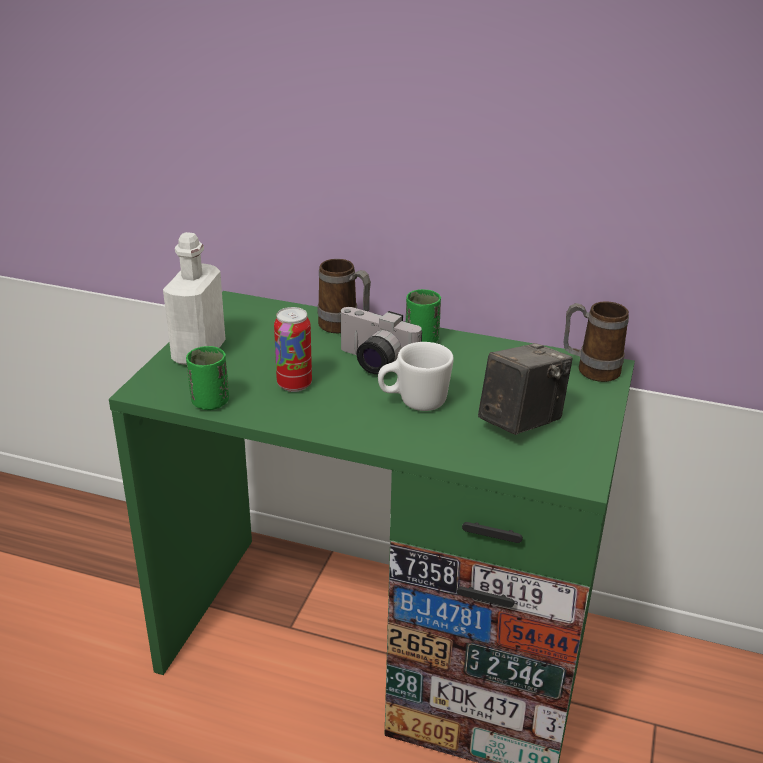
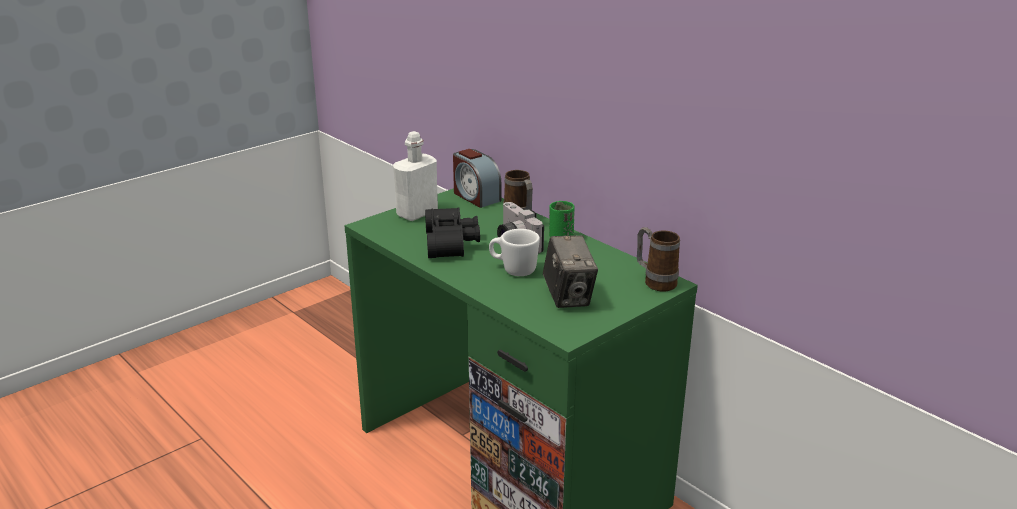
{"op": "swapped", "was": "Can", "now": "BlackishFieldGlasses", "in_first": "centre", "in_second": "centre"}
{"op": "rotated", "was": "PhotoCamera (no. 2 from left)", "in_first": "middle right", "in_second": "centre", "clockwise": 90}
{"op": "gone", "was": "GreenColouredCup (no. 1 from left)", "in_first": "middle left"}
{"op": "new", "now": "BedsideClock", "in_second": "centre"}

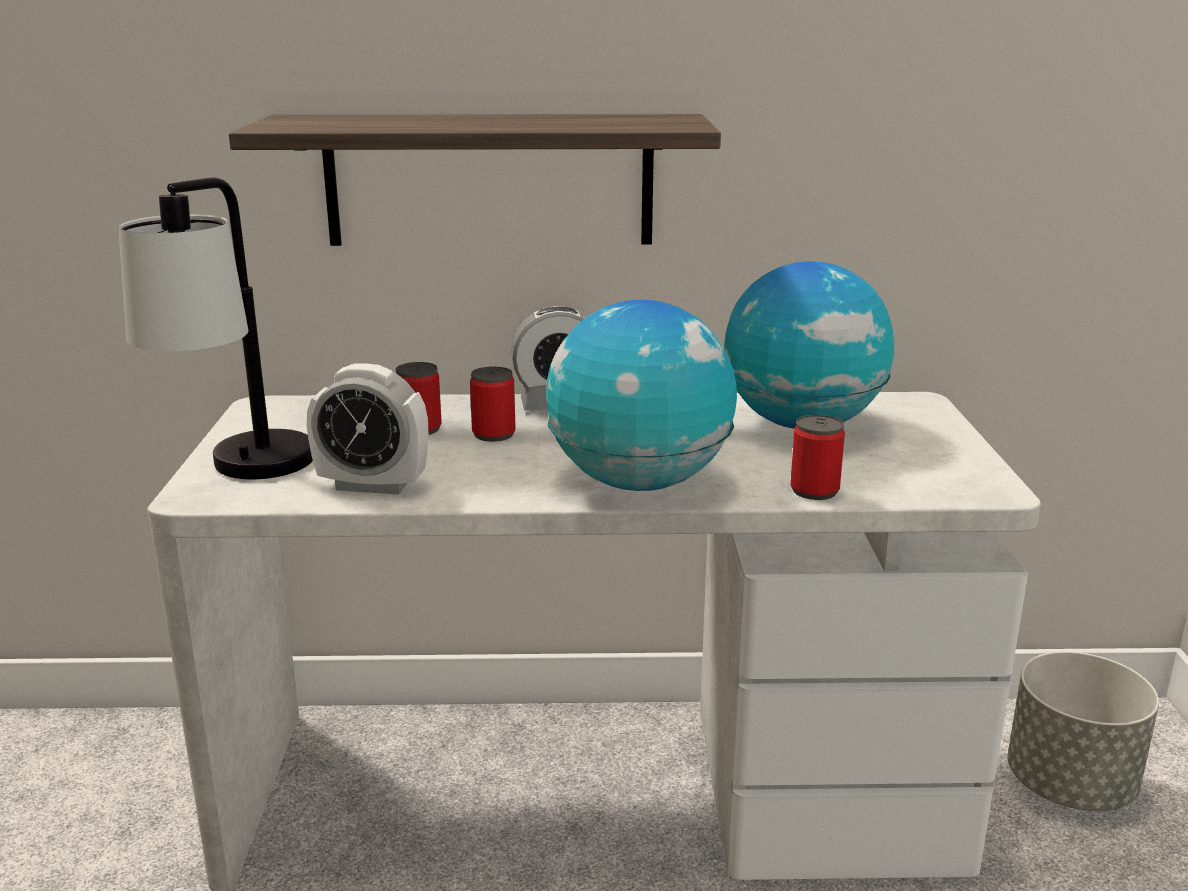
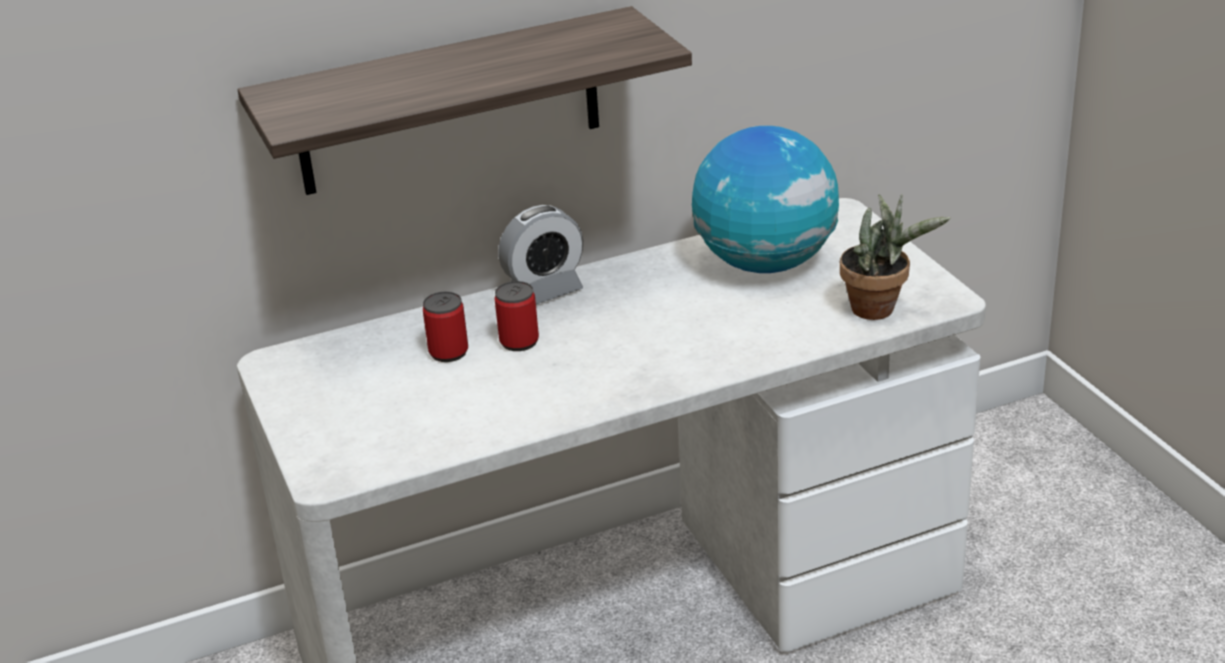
{"op": "gone", "was": "LampForATable", "in_first": "middle left"}
{"op": "gone", "was": "DeskGlobe (no. 1 from left)", "in_first": "centre"}
{"op": "gone", "was": "BedsideClock (no. 1 from left)", "in_first": "middle left"}
{"op": "gone", "was": "Can (no. 3 from left)", "in_first": "middle right"}
{"op": "gone", "was": "GreyishFlowerPot", "in_first": "bottom right"}
{"op": "new", "now": "Houseplant", "in_second": "middle right"}

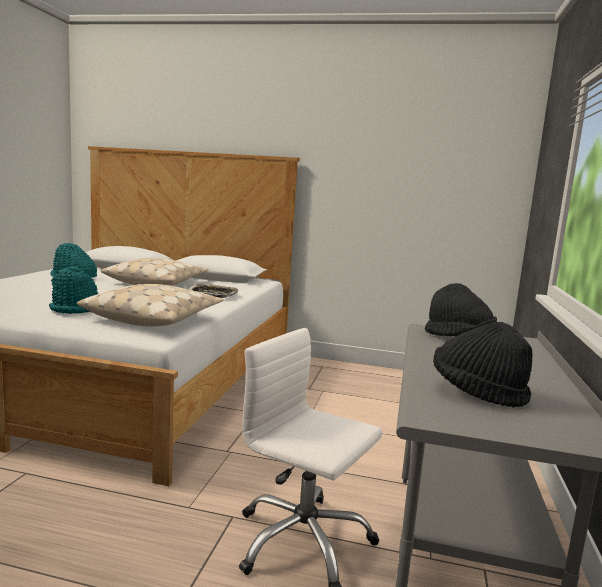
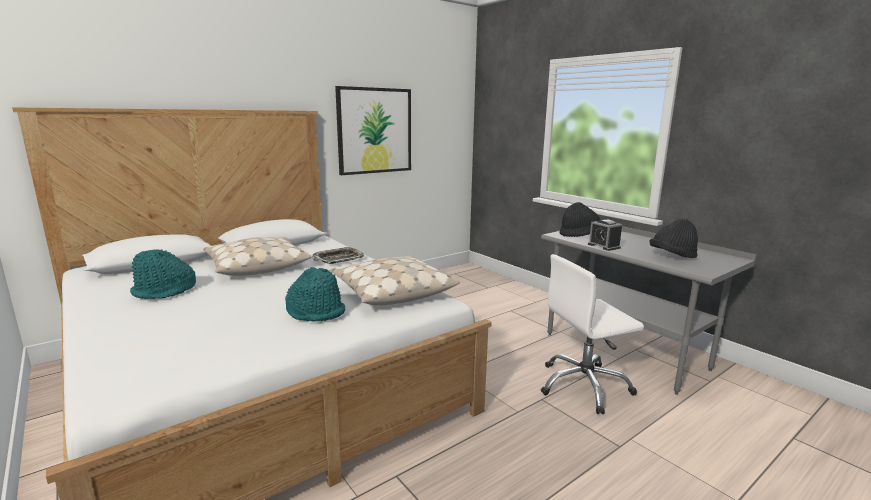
{"op": "new", "now": "WallPicture", "in_second": "top centre"}
{"op": "new", "now": "BedsideClock", "in_second": "middle right"}

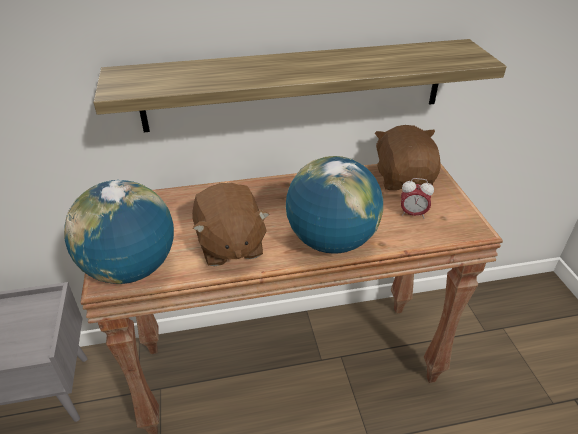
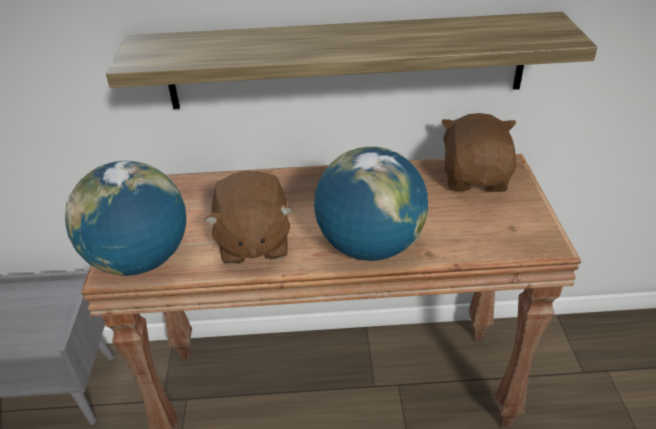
{"op": "gone", "was": "BedsideClock", "in_first": "middle right"}

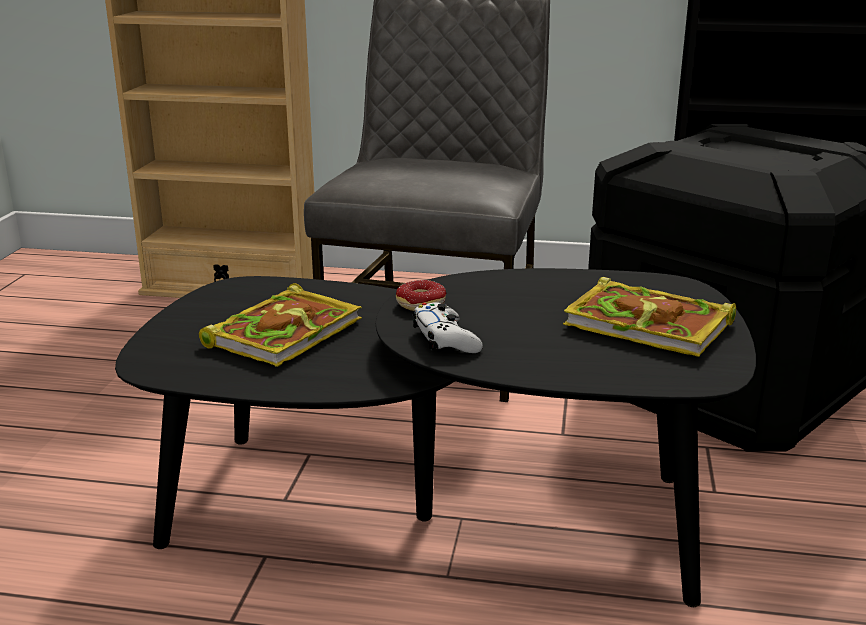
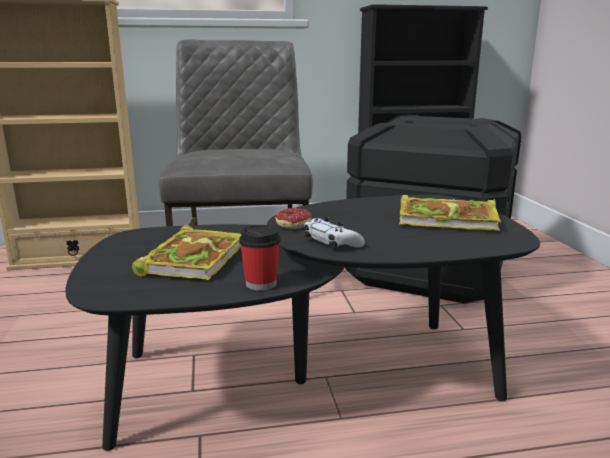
{"op": "new", "now": "Cup", "in_second": "centre"}

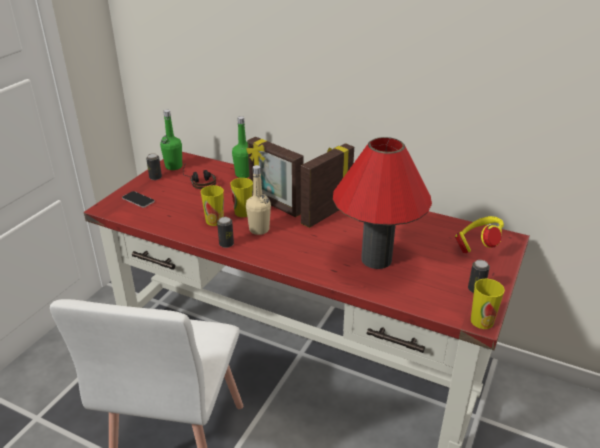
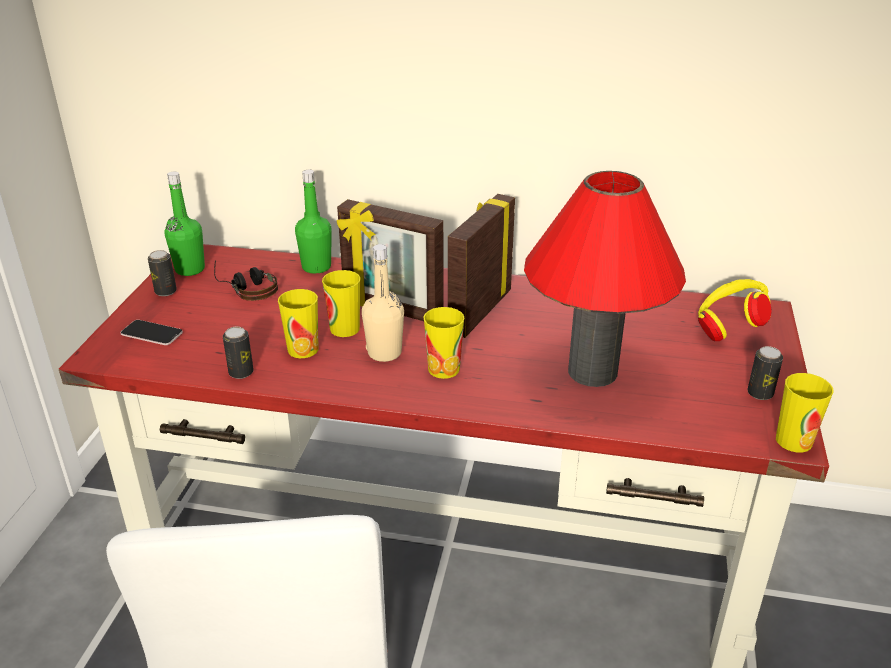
{"op": "shifted", "was": "Can (no. 2 from left)", "in_first": "centre", "in_second": "middle left"}
{"op": "new", "now": "Cup (no. 3 from left)", "in_second": "centre"}

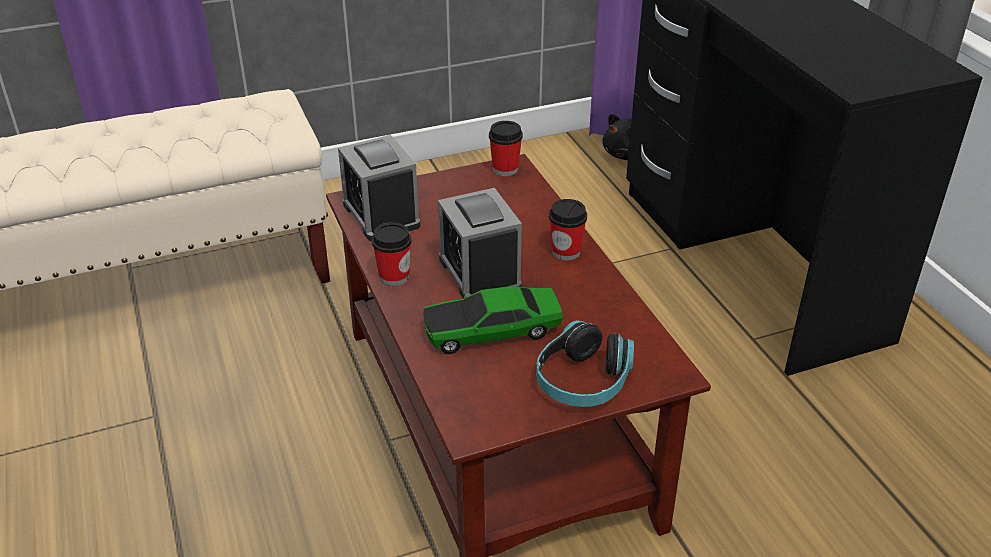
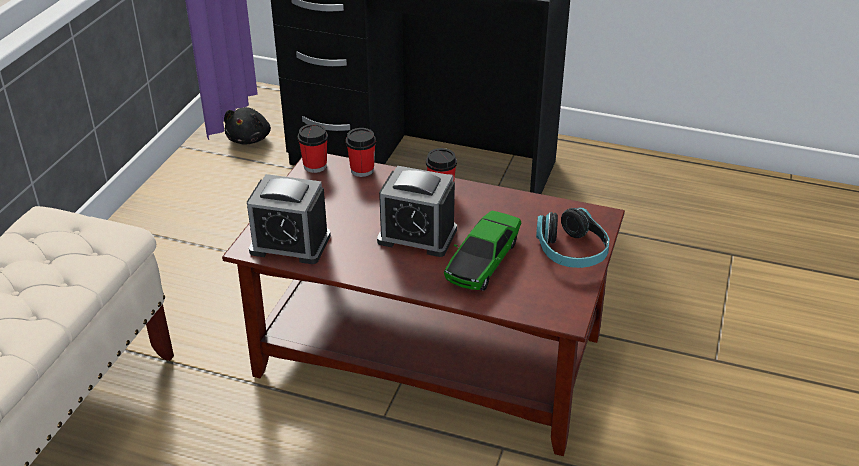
{"op": "shifted", "was": "Cup (no. 1 from left in the first image)", "now": "Cup (no. 2 from left)", "in_first": "centre", "in_second": "top centre"}

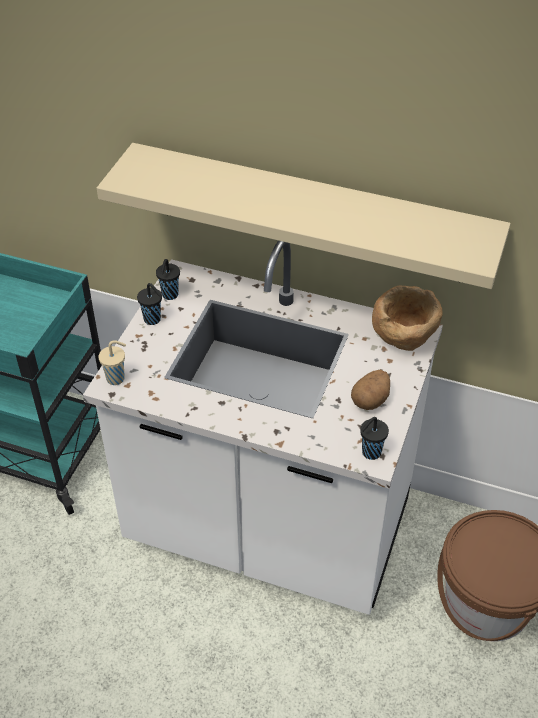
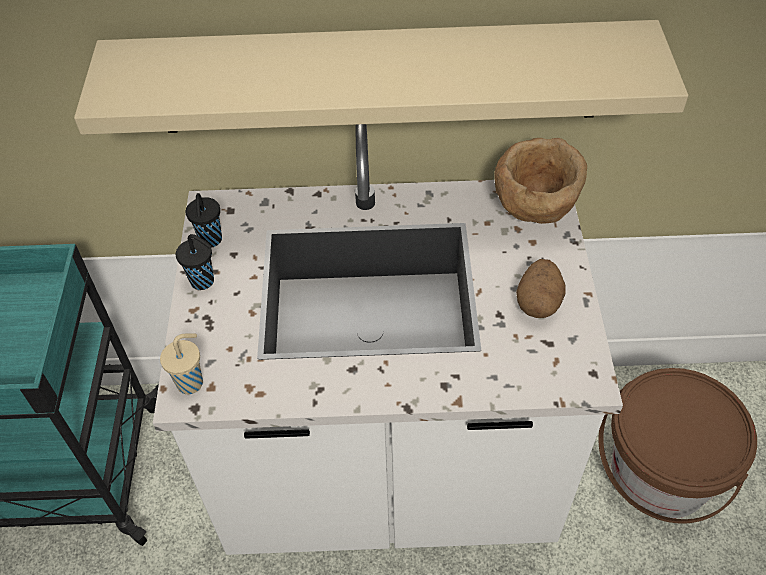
{"op": "gone", "was": "BlackishCup (no. 3 from left)", "in_first": "middle right"}

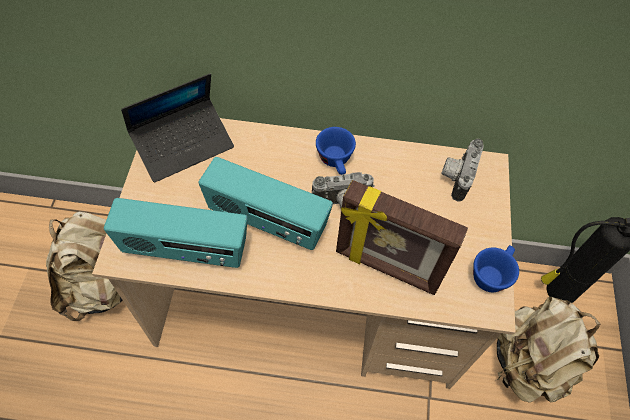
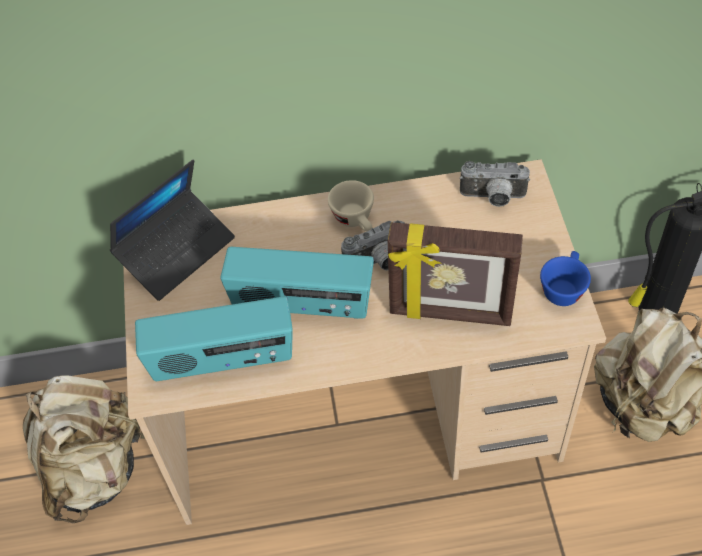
{"op": "repainted", "was": "BlueCup (no. 1 from left)", "now": "BeigeColouredCup", "in_first": "centre", "in_second": "centre"}
{"op": "rotated", "was": "PhotoCamera (no. 2 from left)", "in_first": "middle right", "in_second": "top right", "clockwise": -90}

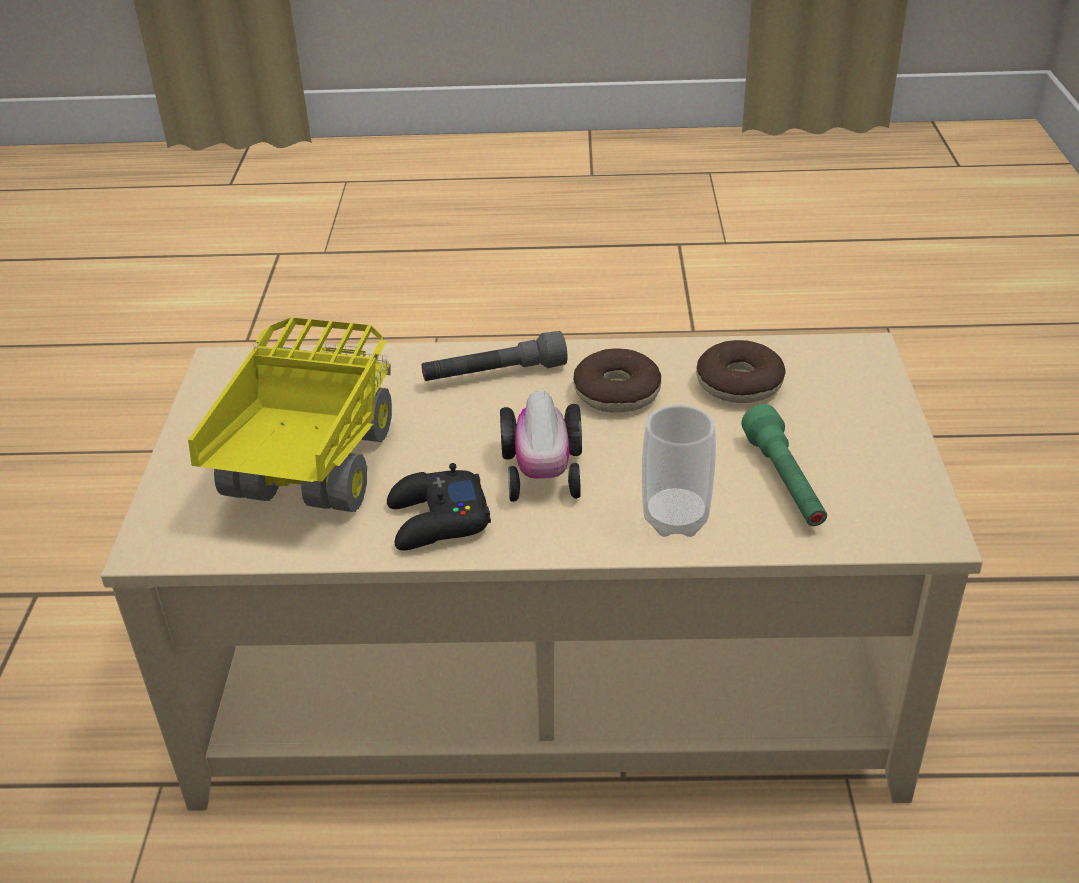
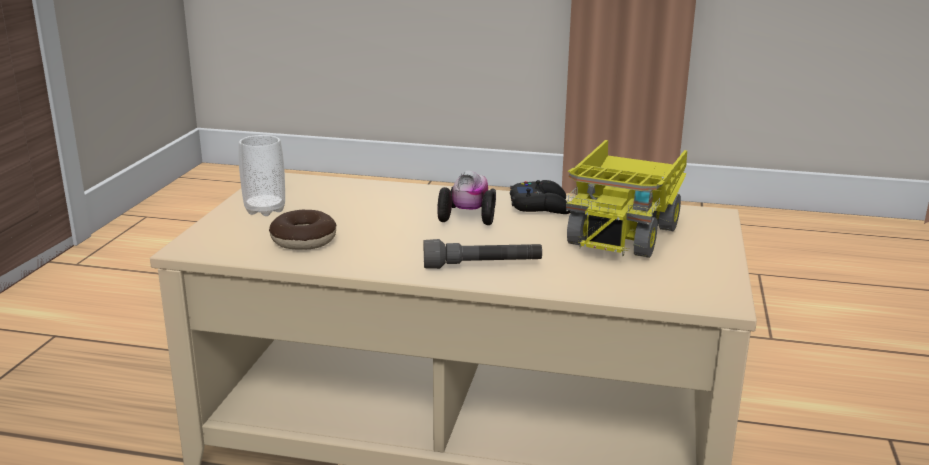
{"op": "gone", "was": "Donut (no. 1 from left)", "in_first": "centre"}
{"op": "gone", "was": "GreenColouredTorch", "in_first": "middle right"}
{"op": "shifted", "was": "Cup", "in_first": "centre", "in_second": "middle left"}

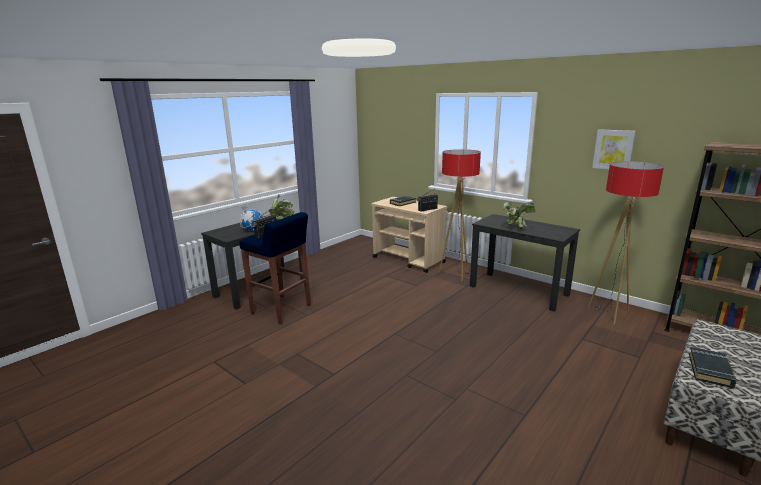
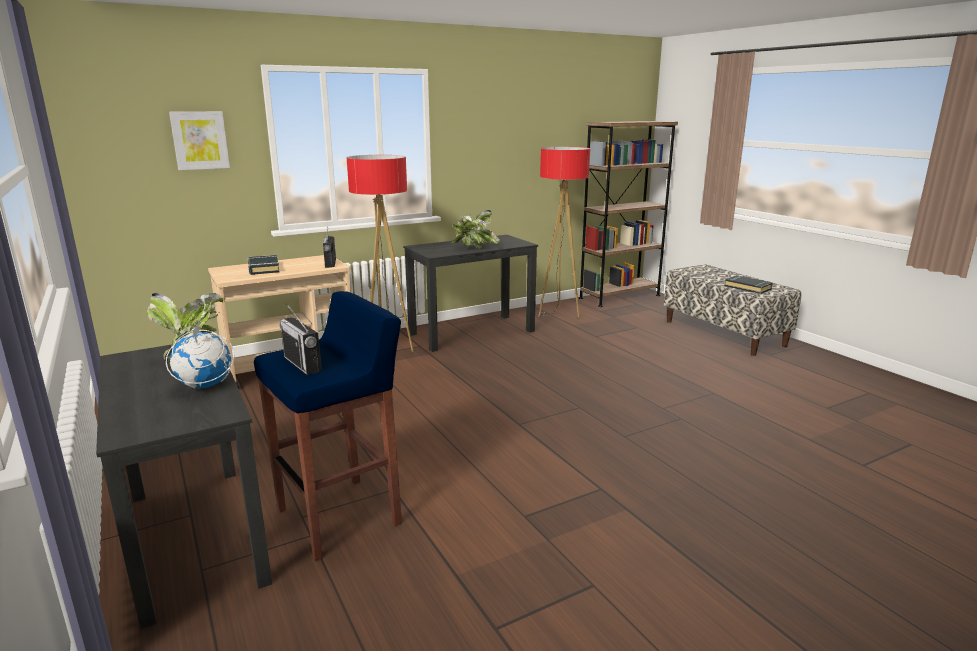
{"op": "shifted", "was": "WallPicture", "in_first": "top right", "in_second": "top left"}

